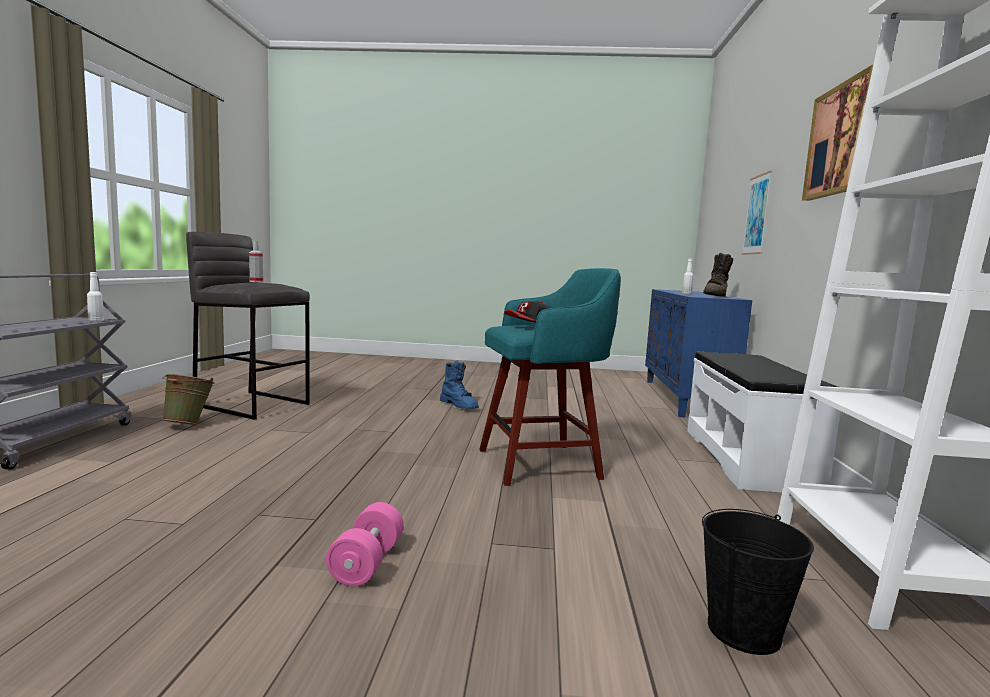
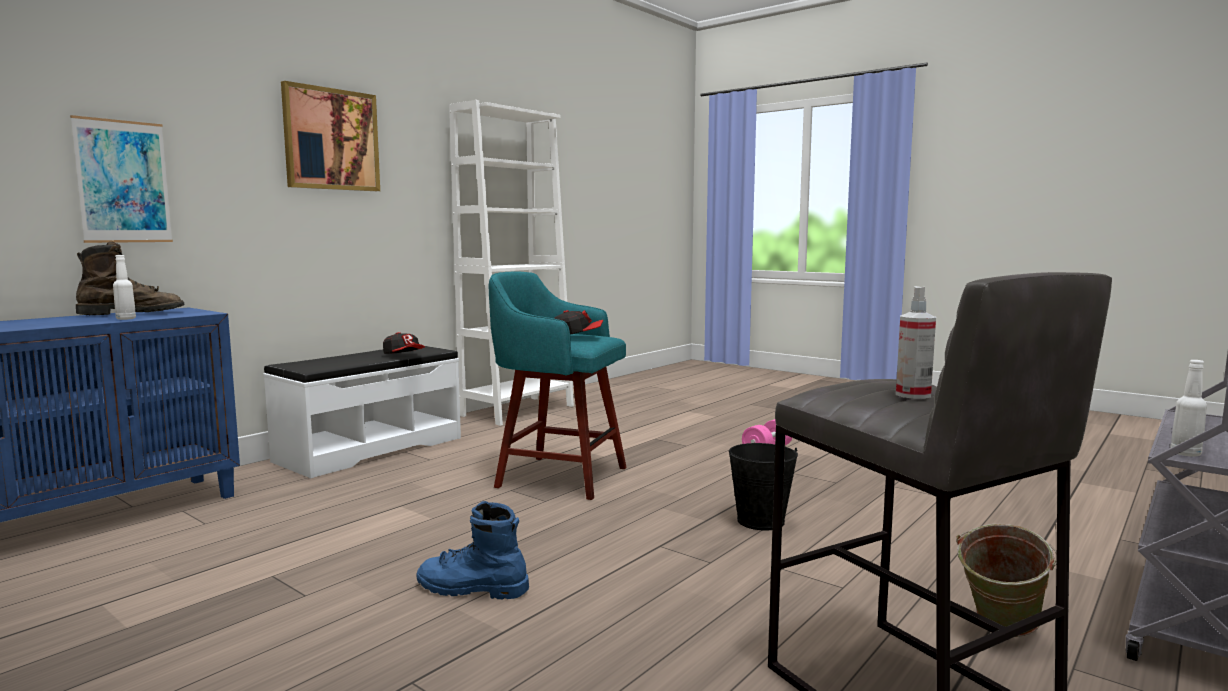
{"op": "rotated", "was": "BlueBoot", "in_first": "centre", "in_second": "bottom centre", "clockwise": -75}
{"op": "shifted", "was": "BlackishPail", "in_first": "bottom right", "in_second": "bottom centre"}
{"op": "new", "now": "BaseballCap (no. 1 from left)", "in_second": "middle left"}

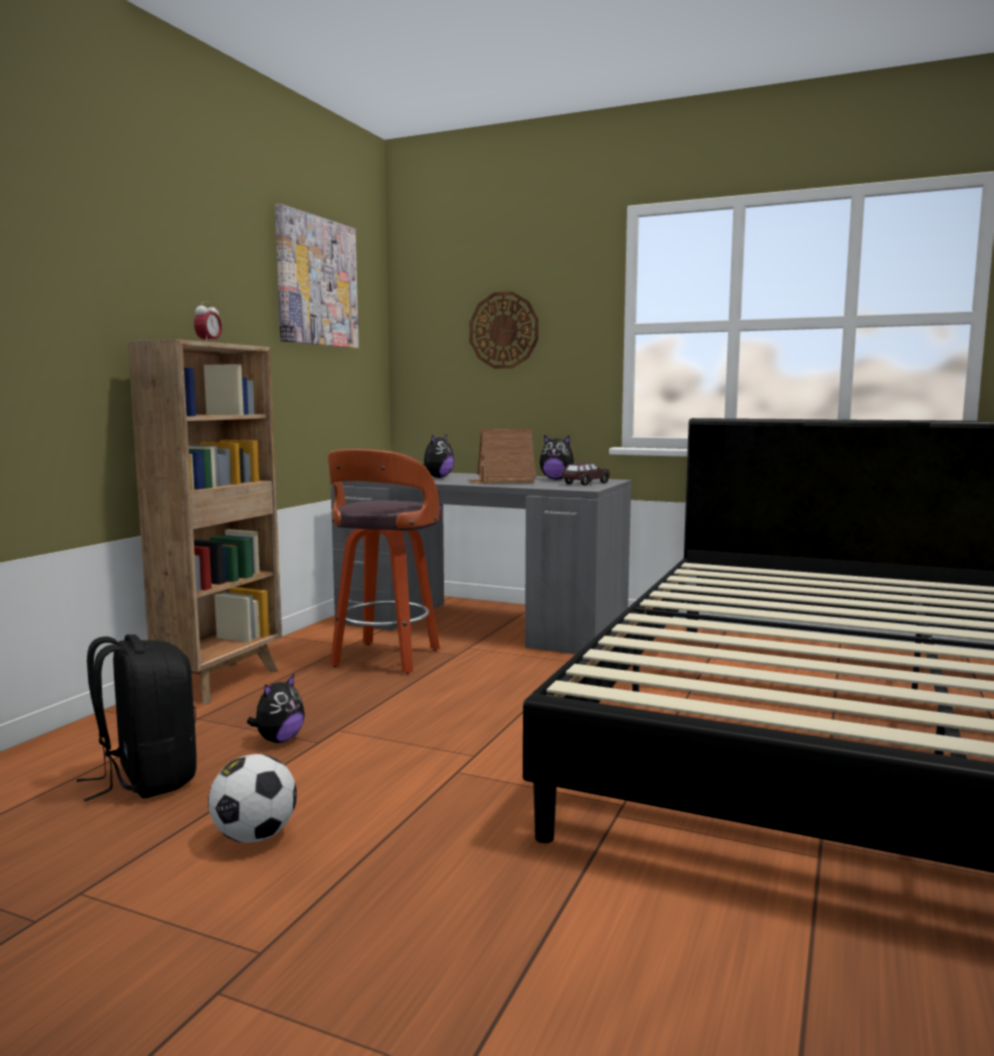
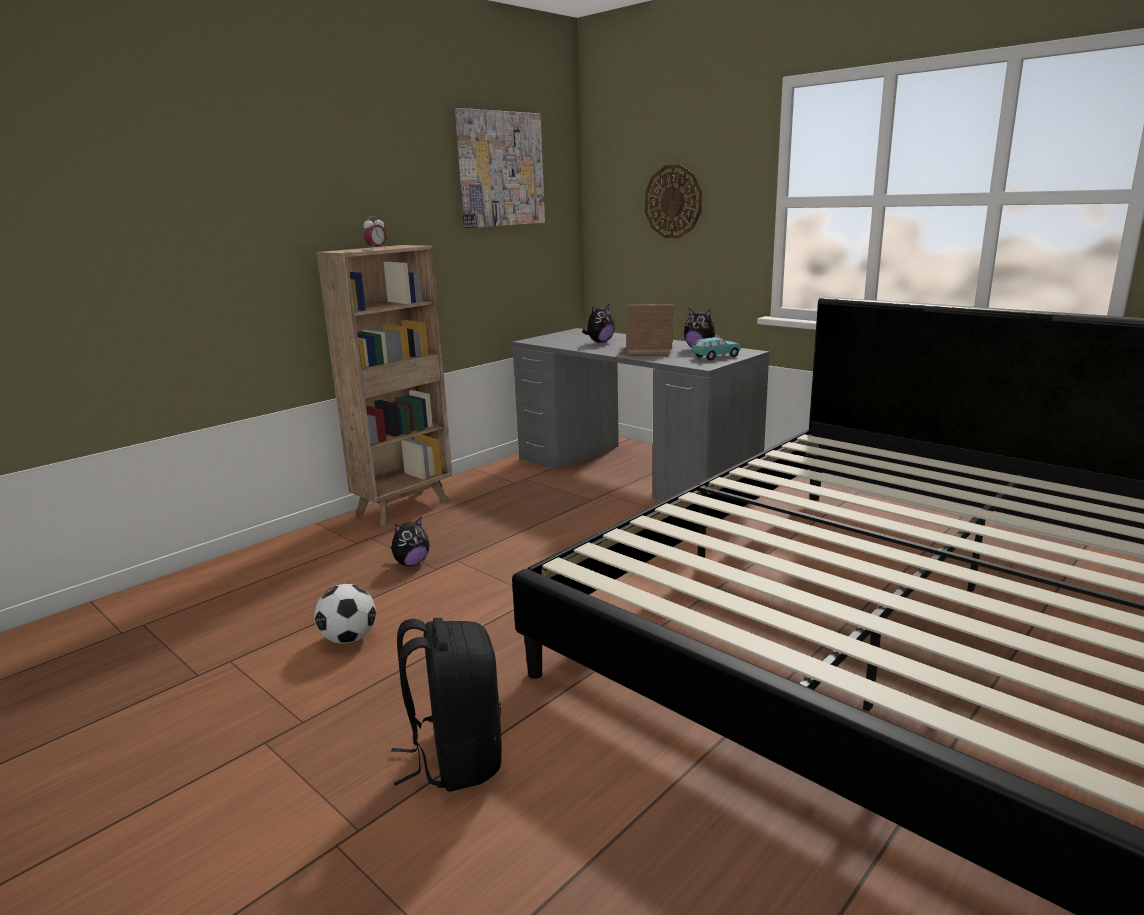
{"op": "gone", "was": "StoolSeat", "in_first": "centre"}
{"op": "repainted", "was": "BrownColouredToyCar", "now": "BlueGreenToyCar", "in_first": "centre", "in_second": "centre"}
{"op": "shifted", "was": "BlackishBackpack", "in_first": "bottom left", "in_second": "bottom centre"}

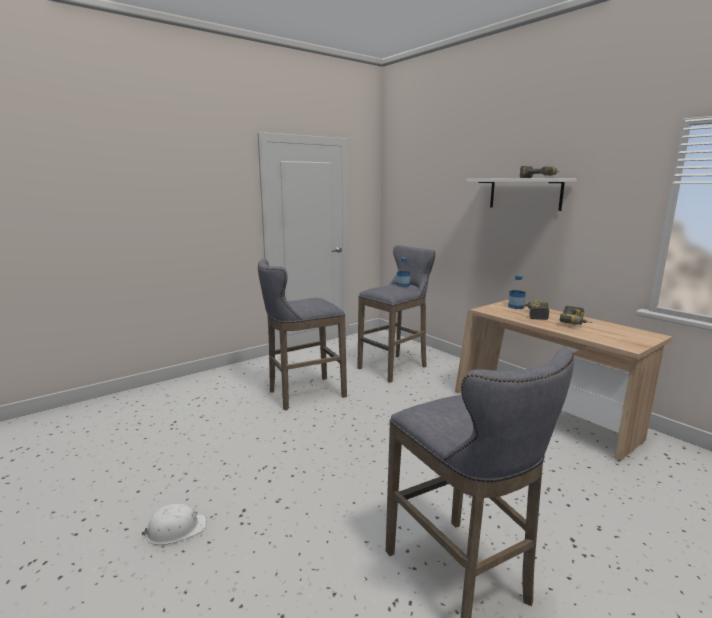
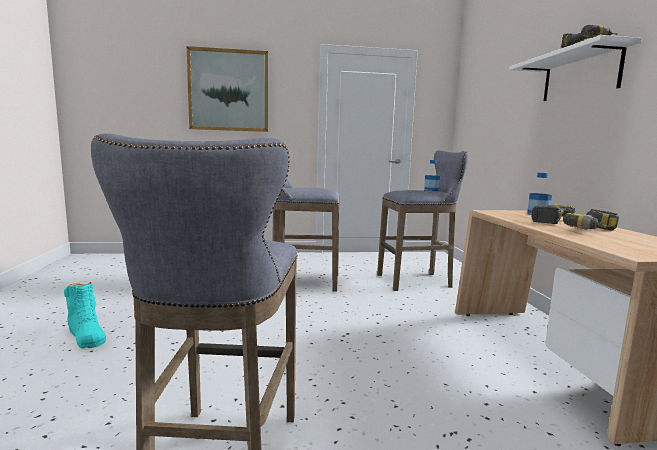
{"op": "swapped", "was": "WhiteSafetyHelmet", "now": "BlueGreenBoot", "in_first": "bottom left", "in_second": "bottom left"}
{"op": "new", "now": "WallPicture", "in_second": "top centre"}

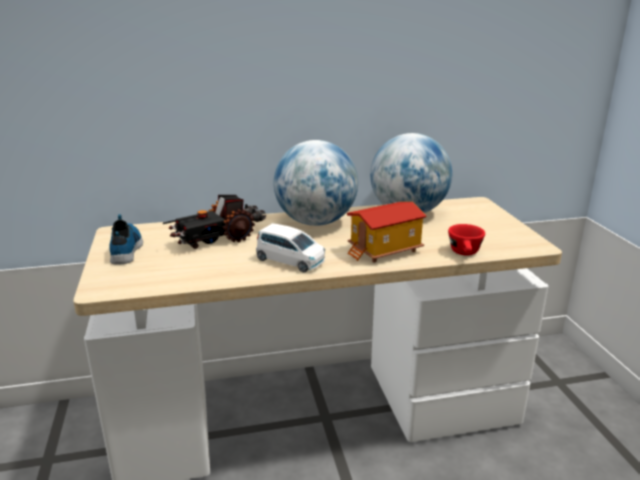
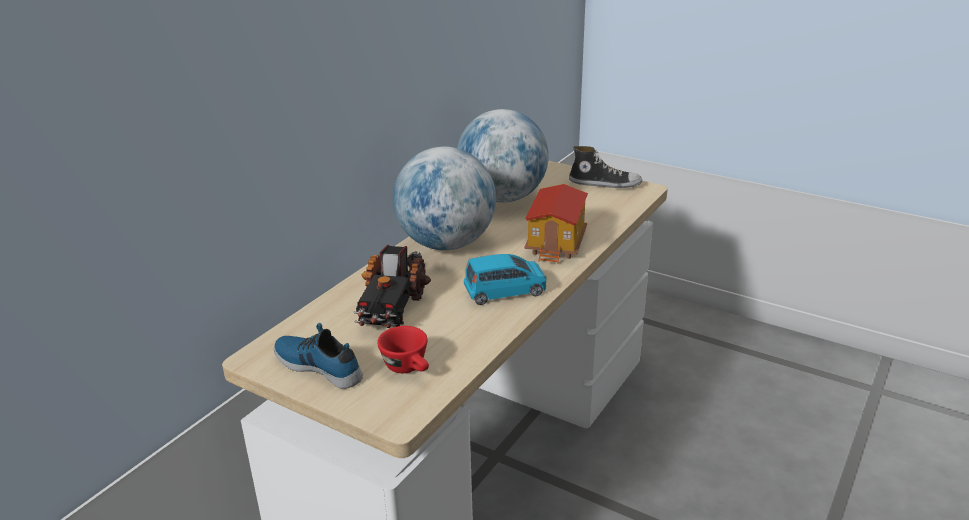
{"op": "repainted", "was": "WhiteToyCar", "now": "BlueToyCar", "in_first": "centre", "in_second": "centre"}
{"op": "shifted", "was": "RedCup", "in_first": "middle right", "in_second": "bottom centre"}
{"op": "new", "now": "ItemOfFootwear (no. 2 from left)", "in_second": "top centre"}

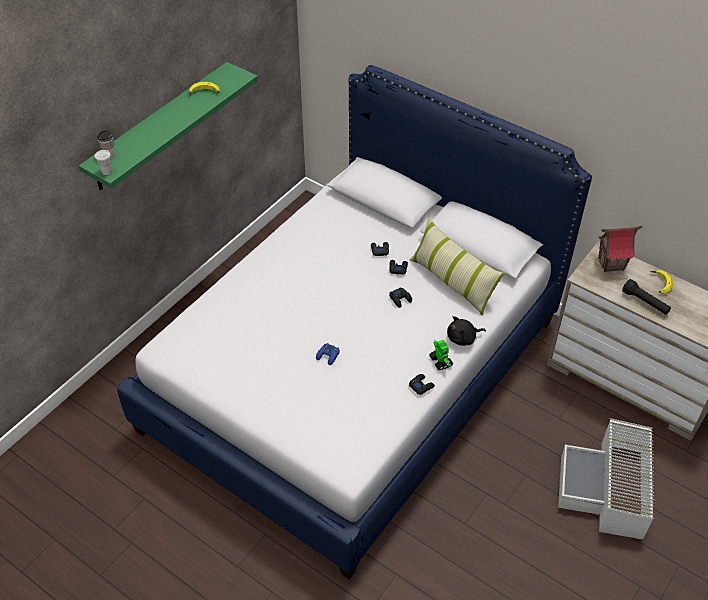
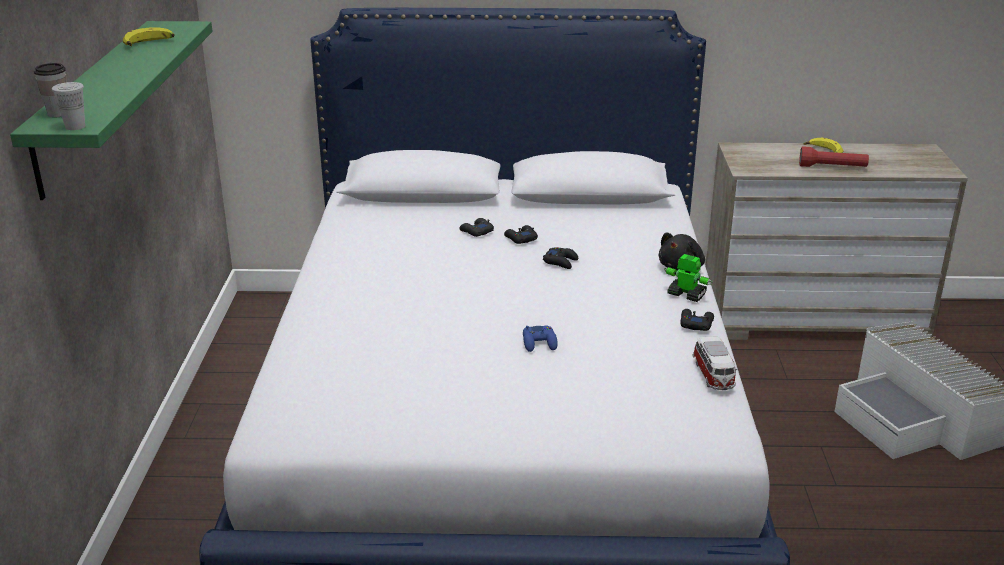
{"op": "gone", "was": "Cushion", "in_first": "centre"}
{"op": "gone", "was": "ToyHouse", "in_first": "middle right"}
{"op": "repainted", "was": "BlackishTorch", "now": "RedTorch", "in_first": "middle right", "in_second": "top right"}
{"op": "new", "now": "ToyCar", "in_second": "middle right"}

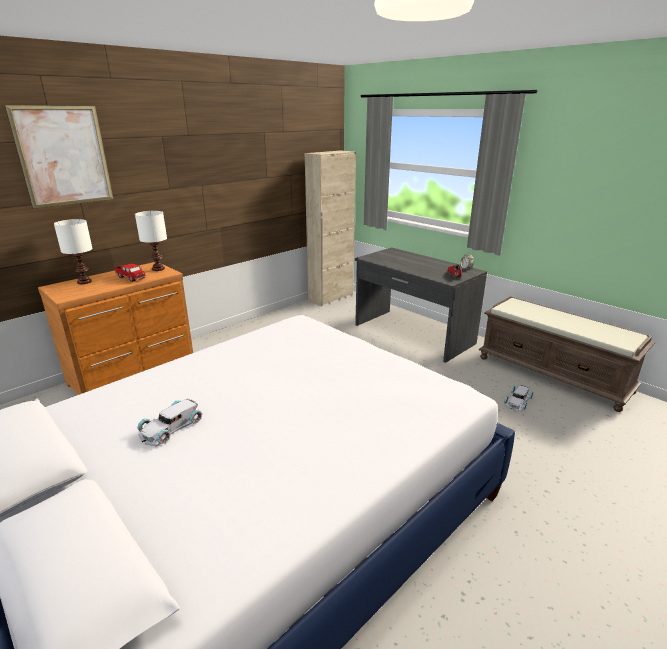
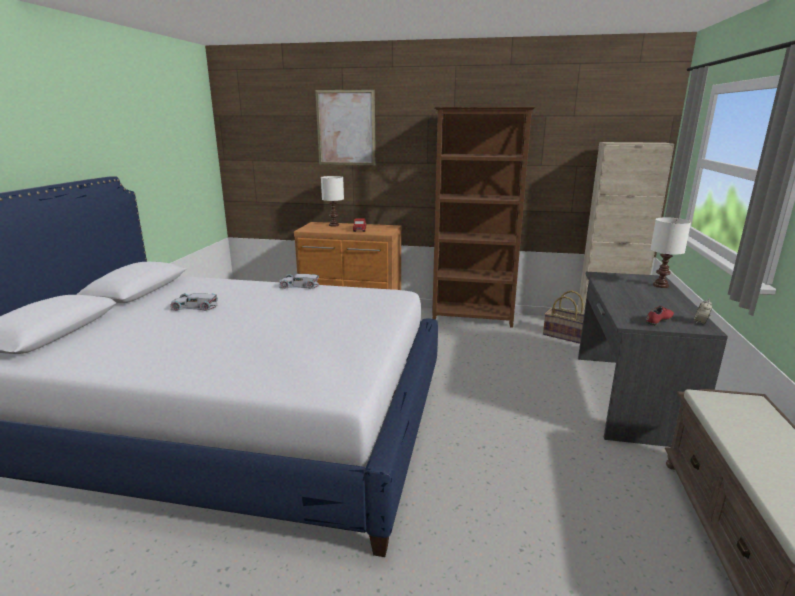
{"op": "shifted", "was": "WhiteLampForATable (no. 2 from left)", "in_first": "middle left", "in_second": "middle right"}
{"op": "shifted", "was": "WhiteToyCar (no. 2 from left)", "in_first": "middle right", "in_second": "centre"}
{"op": "new", "now": "BrownColouredBookshelf", "in_second": "centre"}
{"op": "new", "now": "HouseholdBasket", "in_second": "middle right"}

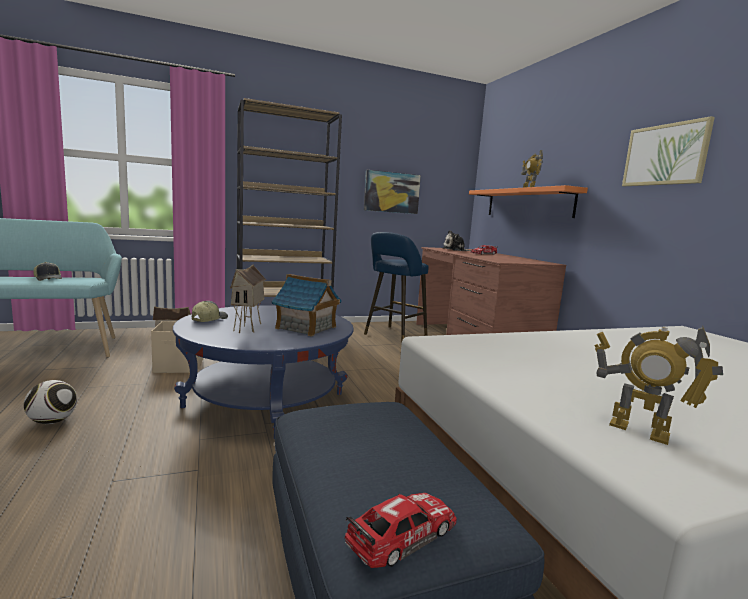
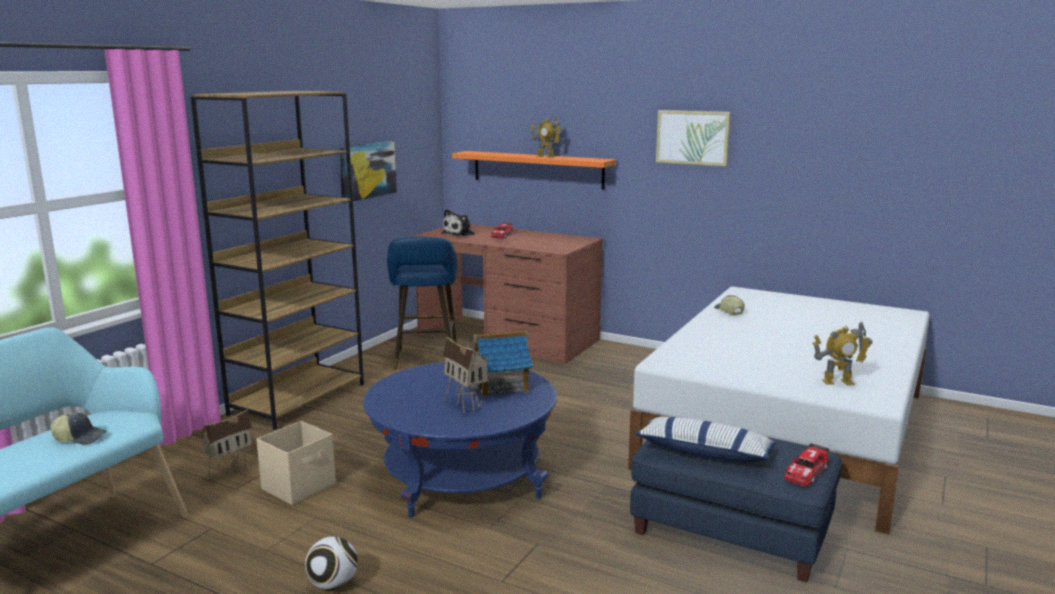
{"op": "shifted", "was": "BaseballCap (no. 2 from left)", "in_first": "middle left", "in_second": "middle right"}
{"op": "rotated", "was": "ToyCar (no. 1 from left in the first image)", "in_first": "bottom centre", "in_second": "bottom right", "clockwise": -150}
{"op": "new", "now": "Cushion", "in_second": "bottom right"}

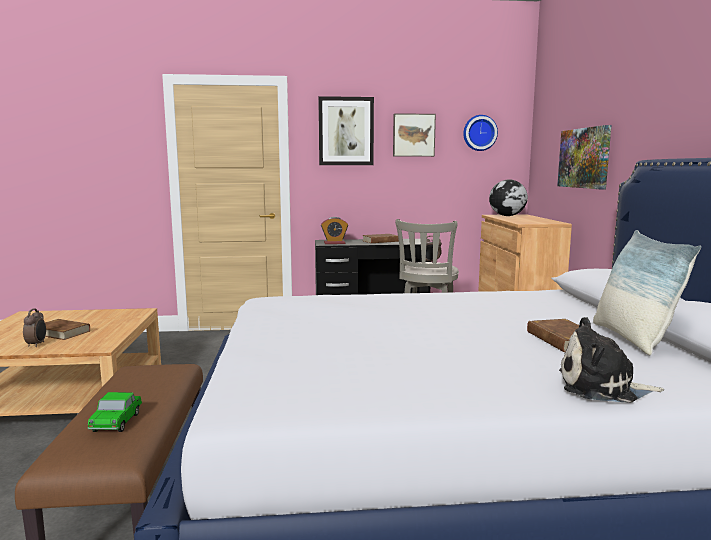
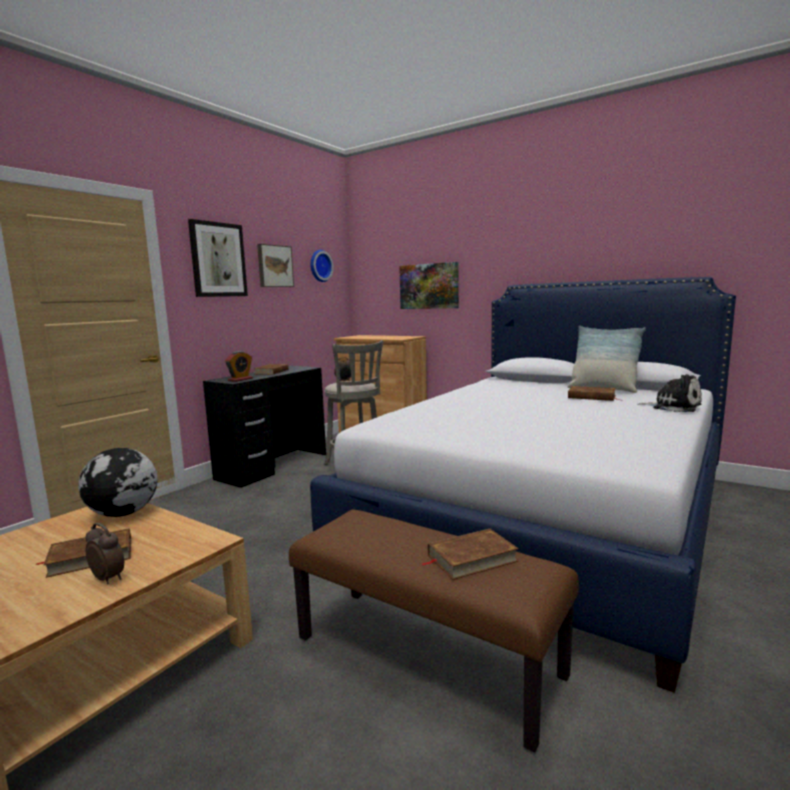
{"op": "shifted", "was": "DeskGlobe", "in_first": "middle right", "in_second": "middle left"}
{"op": "rotated", "was": "SoftToy", "in_first": "bottom right", "in_second": "middle right", "clockwise": -105}
{"op": "swapped", "was": "ToyCar", "now": "BrownColouredBoundBook (no. 3 from left)", "in_first": "bottom left", "in_second": "bottom centre"}

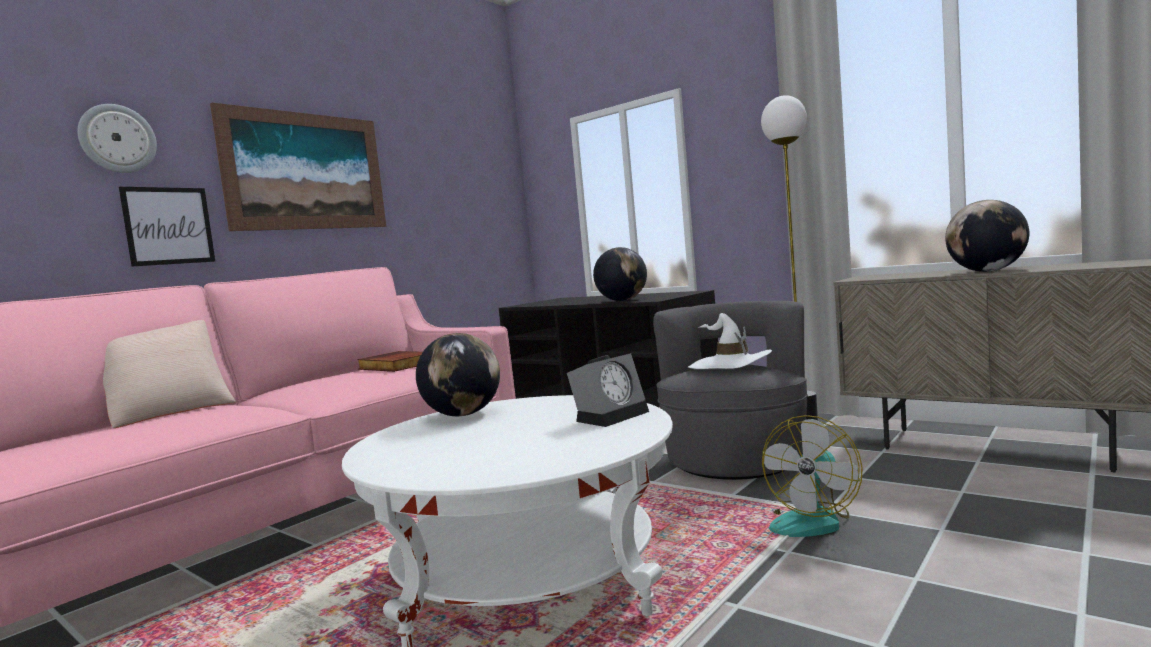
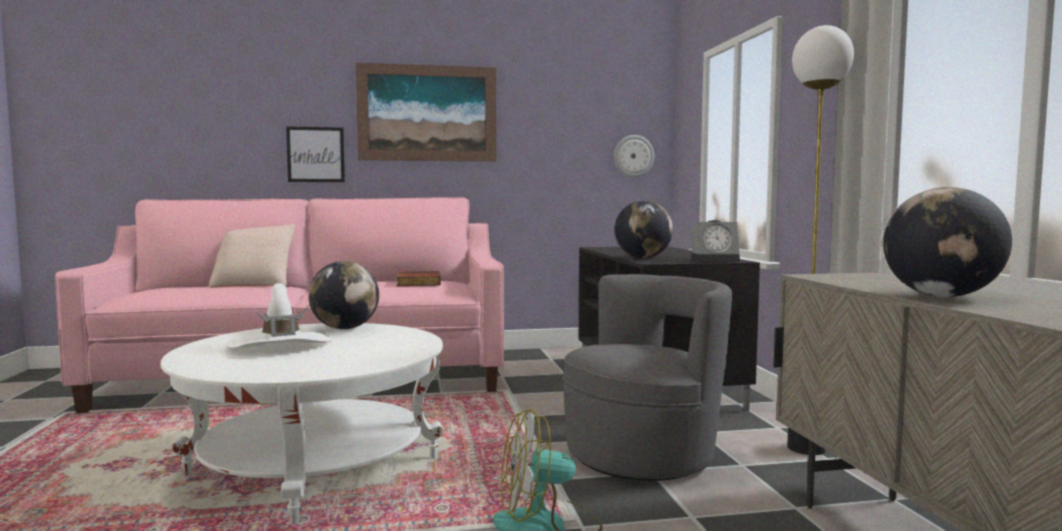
{"op": "shifted", "was": "ClockOnTheWall", "in_first": "top left", "in_second": "top centre"}
{"op": "shifted", "was": "WhiteHat", "in_first": "centre", "in_second": "middle left"}
{"op": "shifted", "was": "BedsideClock", "in_first": "centre", "in_second": "middle right"}

